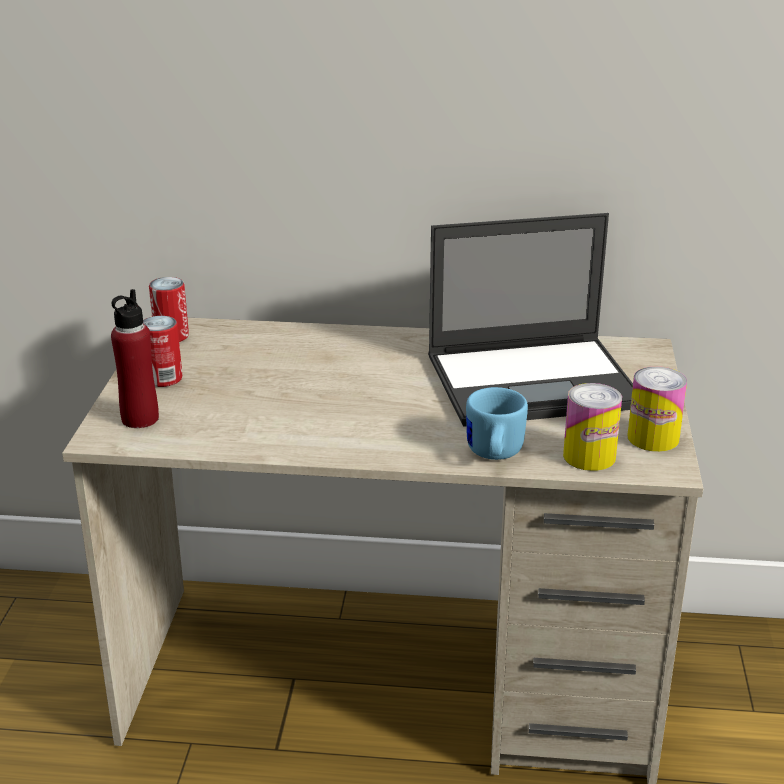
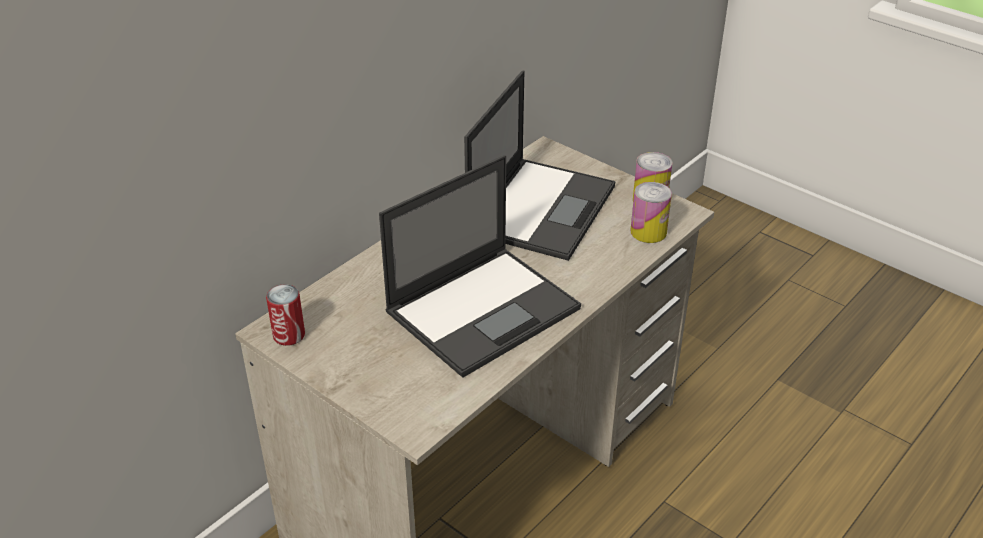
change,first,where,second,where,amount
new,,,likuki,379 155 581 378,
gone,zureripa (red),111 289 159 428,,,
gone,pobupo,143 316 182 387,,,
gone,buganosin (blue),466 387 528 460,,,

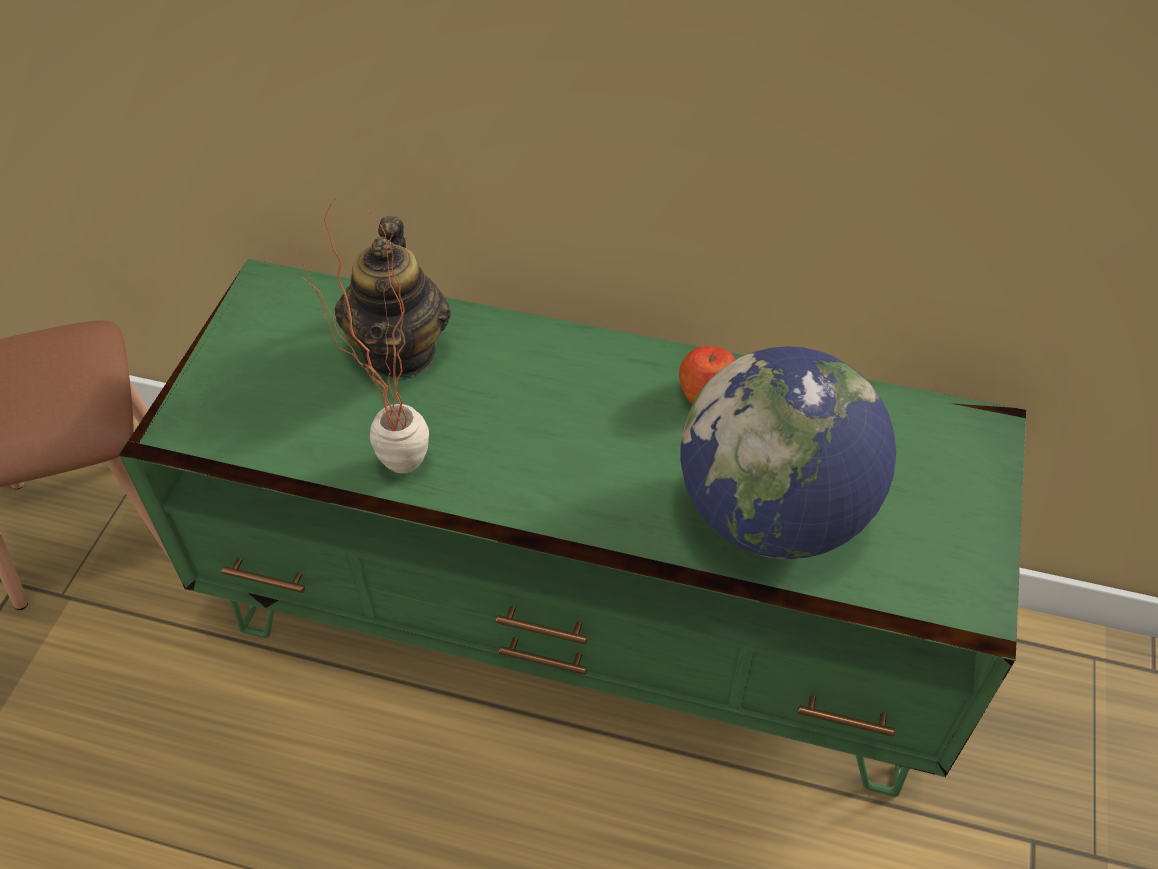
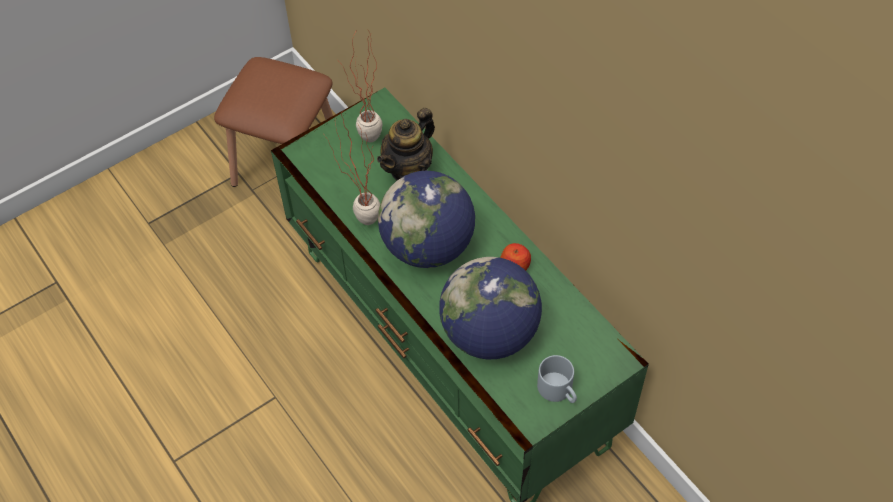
change,first,where,second,where,amount
new,,,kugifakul,342 29 383 142,
new,,,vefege,378 171 475 268,
new,,,buganosin (grey),537 355 577 403,

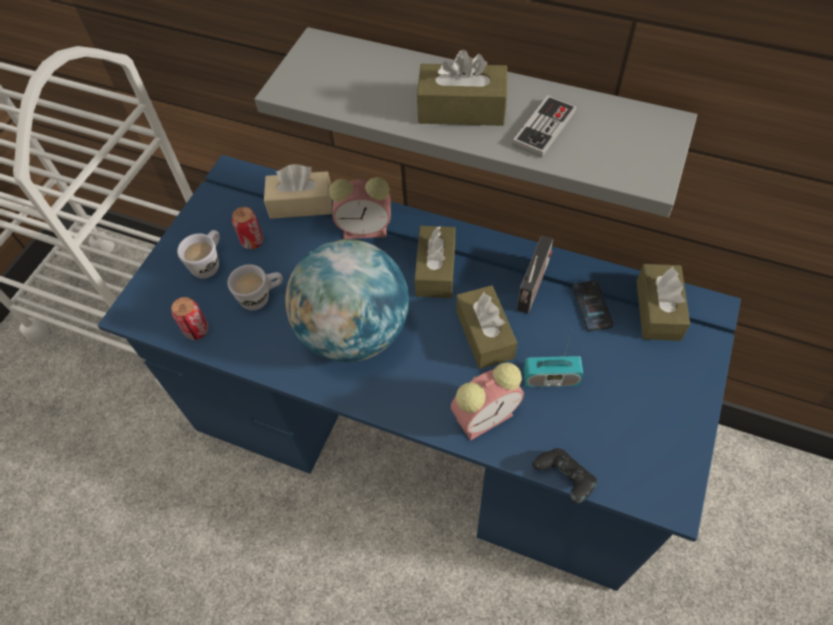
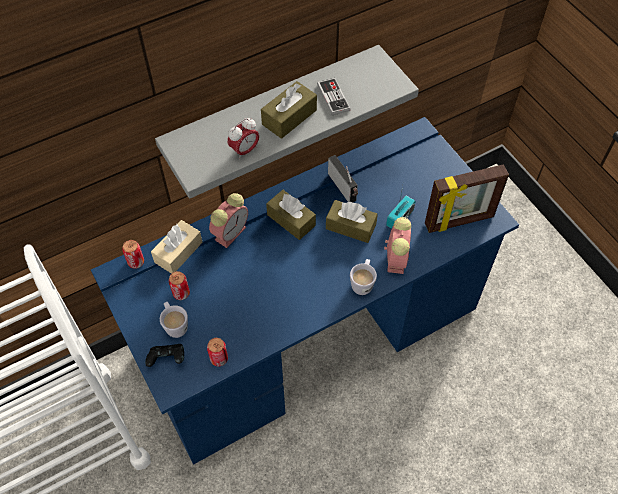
change,first,where,second,where,amount
new,,,pobupo,122 240 144 269,
shifted,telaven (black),532 448 597 504,,145 344 184 367,
new,,,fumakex,227 118 259 160,
shifted,buganosin (white),228 264 283 310,,350 259 377 295,
new,,,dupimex,425 164 509 233,
gone,vefege,285 239 409 362,,,
gone,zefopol,572 281 614 332,,,
gone,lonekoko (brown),636 264 690 341,,,

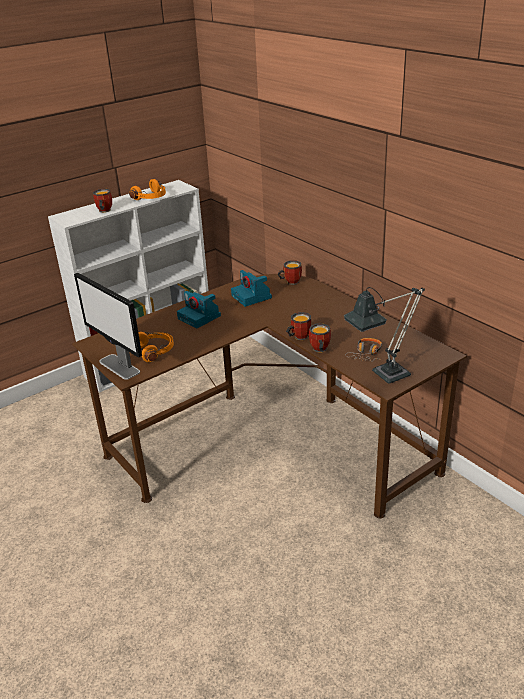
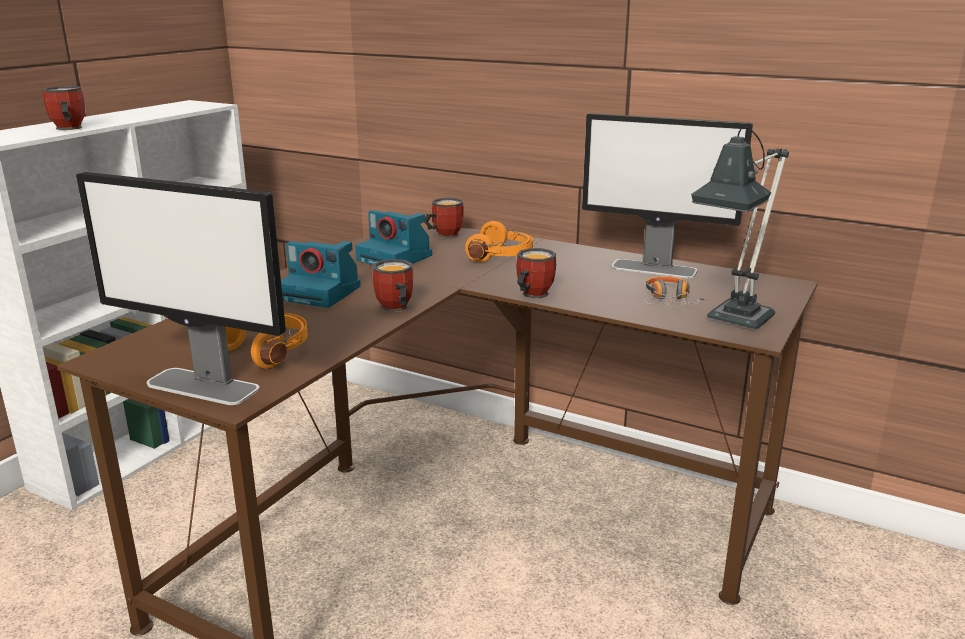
change,first,where,second,where,amount
shifted,buganosin,309 323 331 352,,373 259 413 312,
shifted,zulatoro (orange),129 179 166 200,,465 221 533 262,
new,,,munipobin,582 113 753 278,

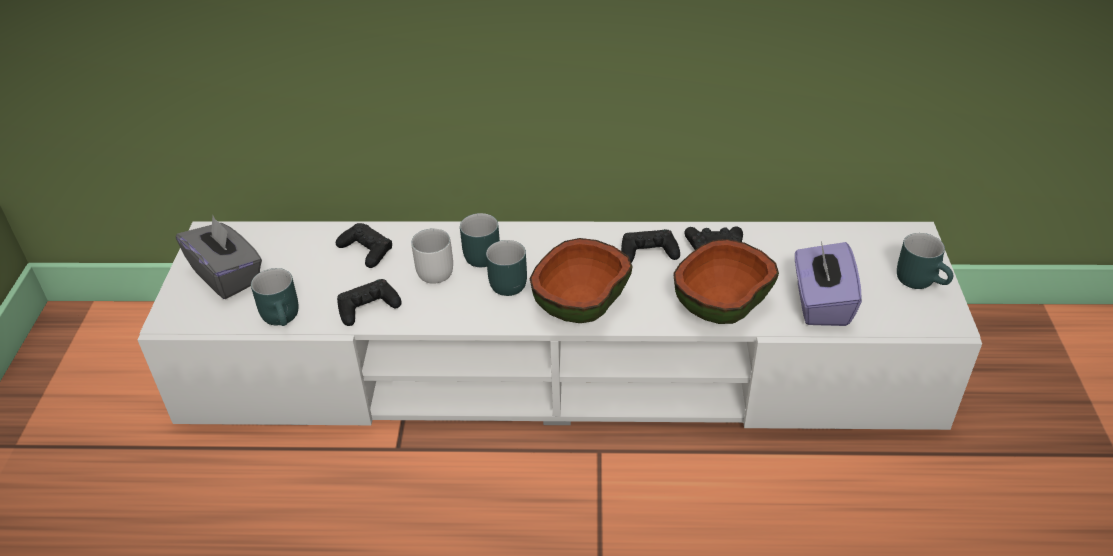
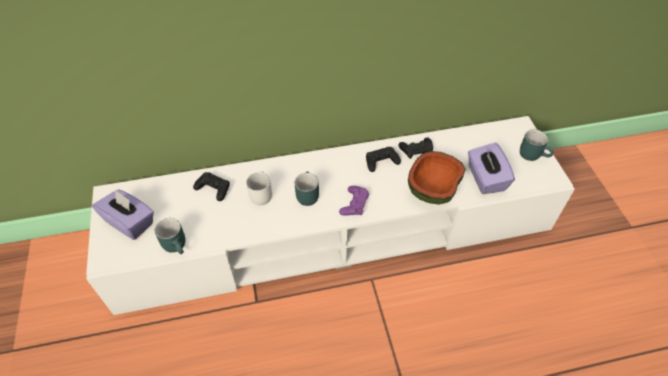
change,first,where,second,where,amount
repainted,lonekoko (grey),176 216 262 299,lonekoko (purple),92 190 154 240,
swapped,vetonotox,529 238 633 323,telaven (purple),339 186 369 216,
gone,telaven (black),337 279 402 326,,,
gone,buganosin (turquoise),460 213 500 267,,,

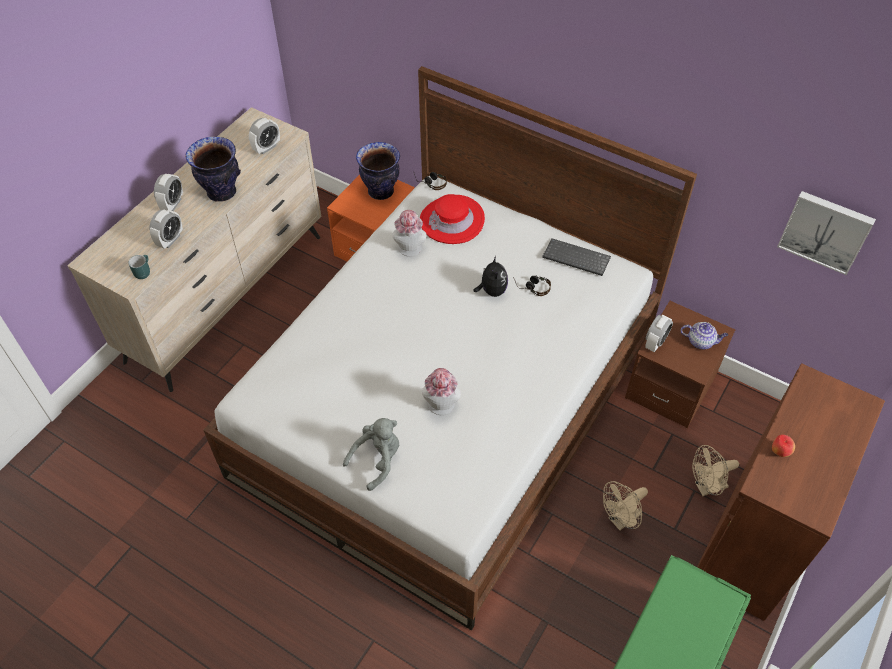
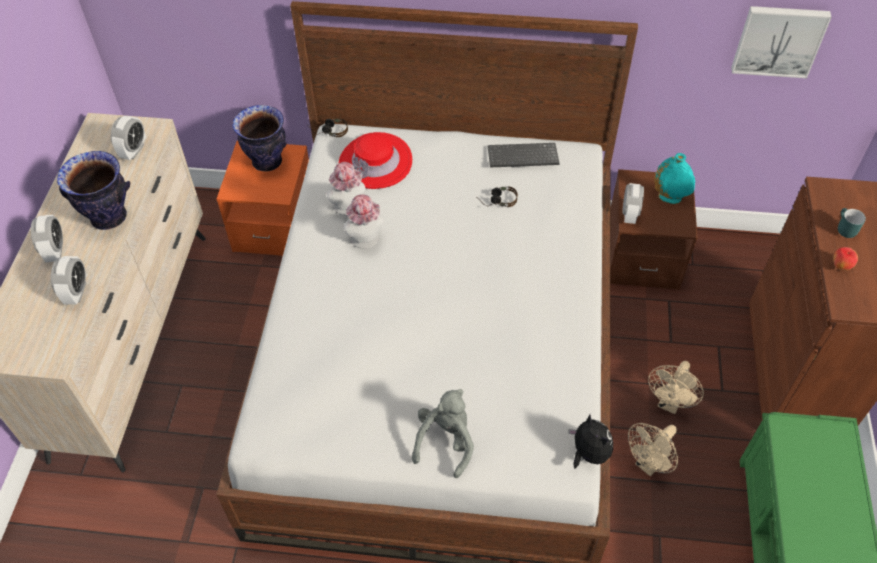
change,first,where,second,where,amount
shifted,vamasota,422 368 461 415,,343 194 383 249,
shifted,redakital,473 256 508 297,,569 414 613 469,
shifted,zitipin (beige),692 445 739 496,,628 423 678 476,
swapped,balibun,680 322 728 349,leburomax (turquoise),655 153 695 204,
shifted,buganosin (turquoise),128 255 150 279,,838 208 866 238,

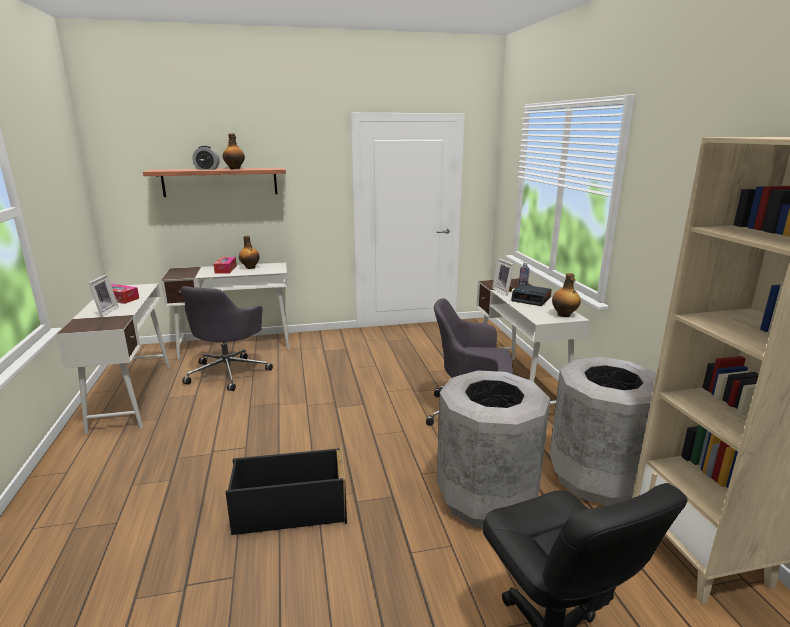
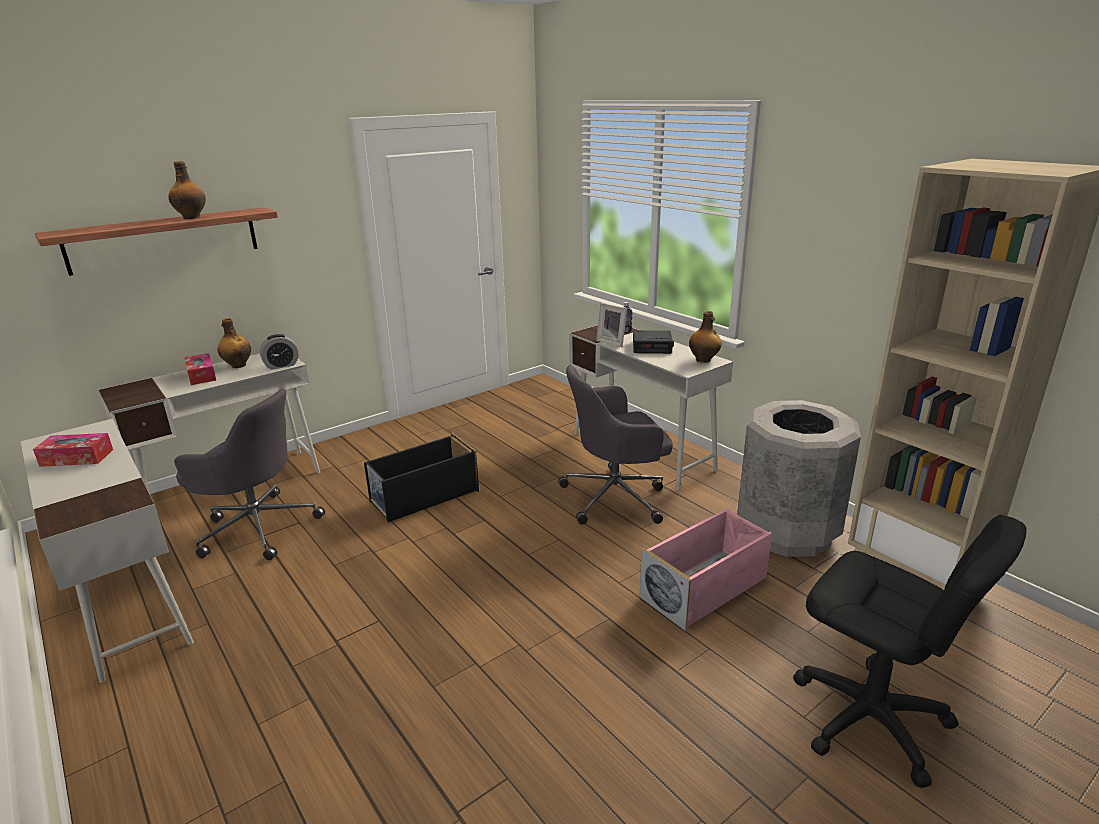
change,first,where,second,where,amount
rotated,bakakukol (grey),181 286 273 391,,174 388 325 560,60 degrees counterclockwise
shifted,fumakex,192 146 219 170,,260 334 299 370,
shifted,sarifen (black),226 445 347 535,,364 433 479 522,
swapped,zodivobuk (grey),437 370 550 528,sarifen (pink),640 508 772 631,
gone,dupimex,88 274 119 317,,,

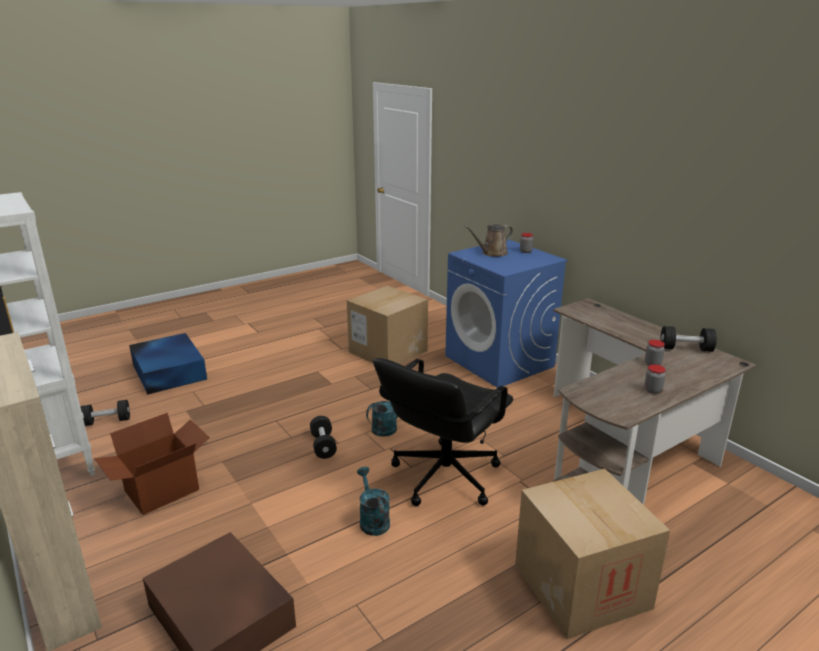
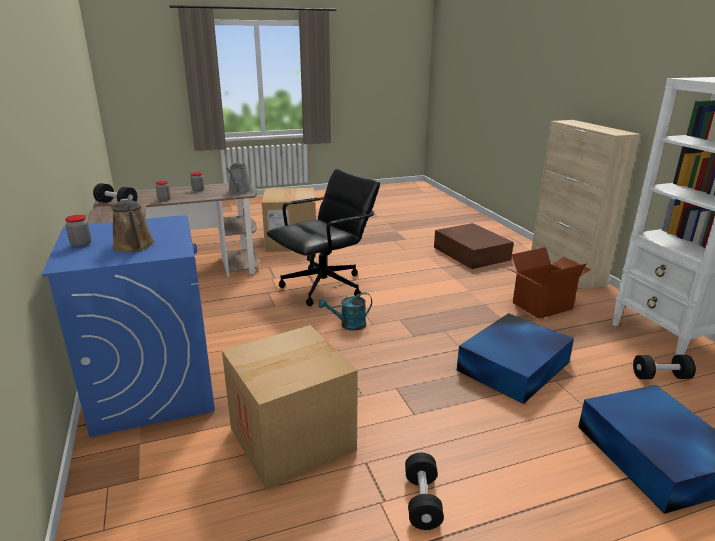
change,first,where,second,where,amount
rotated,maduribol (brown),465 224 513 256,,112 198 155 252,75 degrees clockwise
new,,,maduribol (grey),226 162 252 194,
shifted,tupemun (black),310 416 337 459,,405 453 444 530,
new,,,sarifen (blue),456 313 574 404,
gone,maduribol (turquoise),357 467 390 536,,,

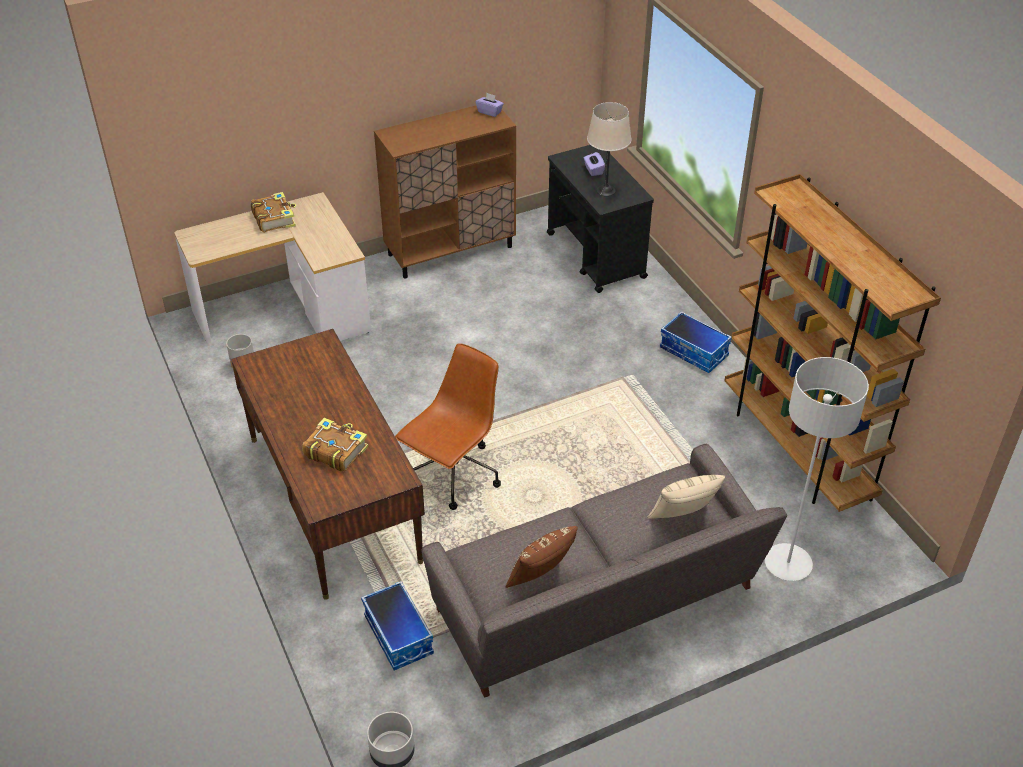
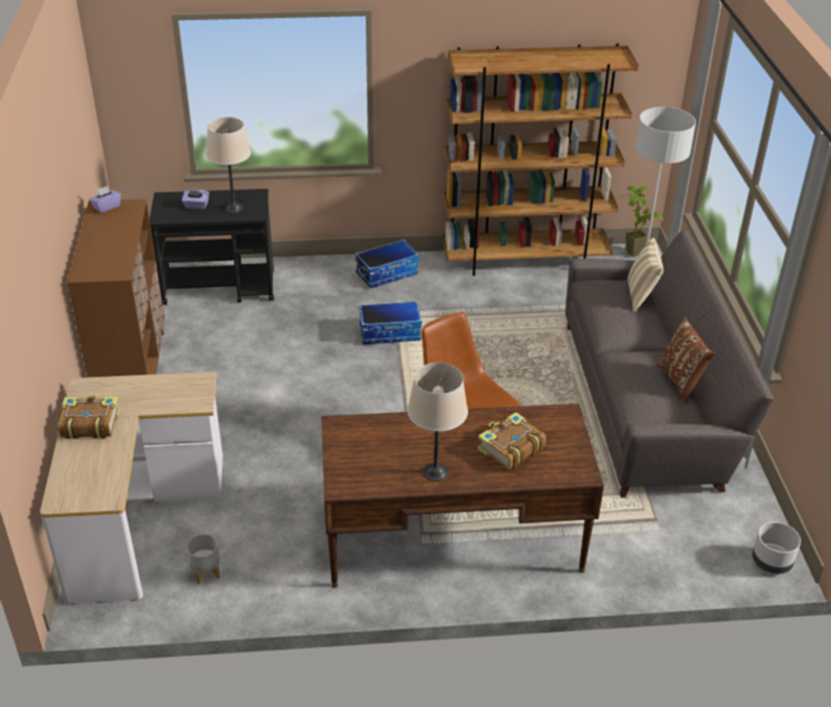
change,first,where,second,where,amount
shifted,sarifen,361 581 434 670,,359 301 422 344,
new,,,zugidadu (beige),407 363 468 481,
new,,,kugifakul,626 186 664 257,

